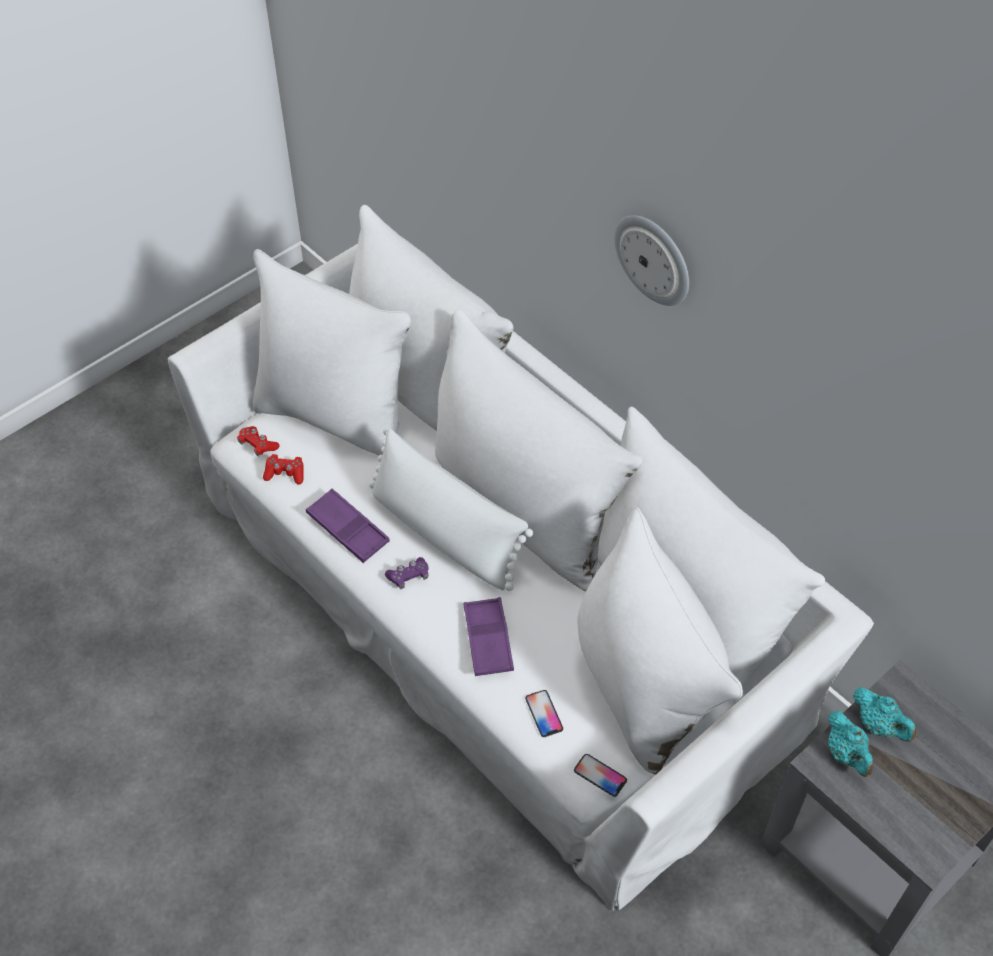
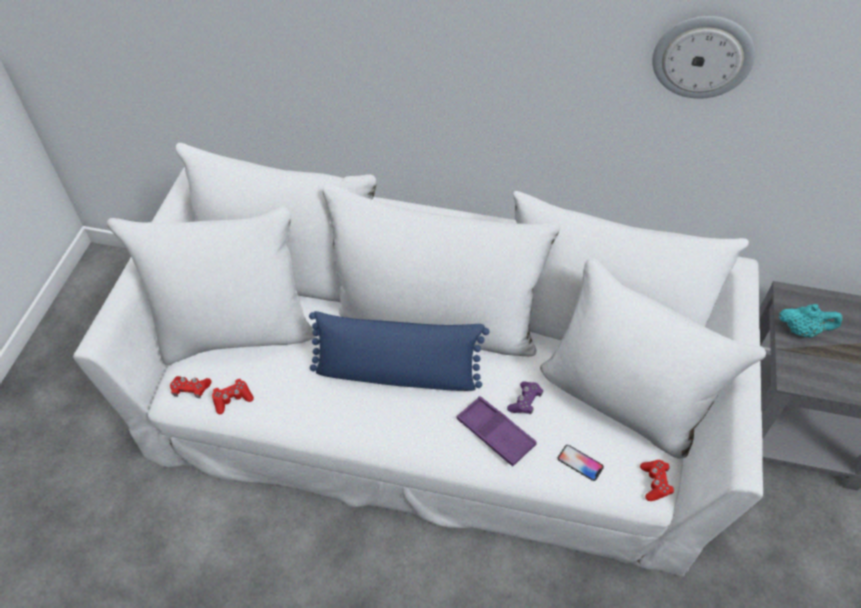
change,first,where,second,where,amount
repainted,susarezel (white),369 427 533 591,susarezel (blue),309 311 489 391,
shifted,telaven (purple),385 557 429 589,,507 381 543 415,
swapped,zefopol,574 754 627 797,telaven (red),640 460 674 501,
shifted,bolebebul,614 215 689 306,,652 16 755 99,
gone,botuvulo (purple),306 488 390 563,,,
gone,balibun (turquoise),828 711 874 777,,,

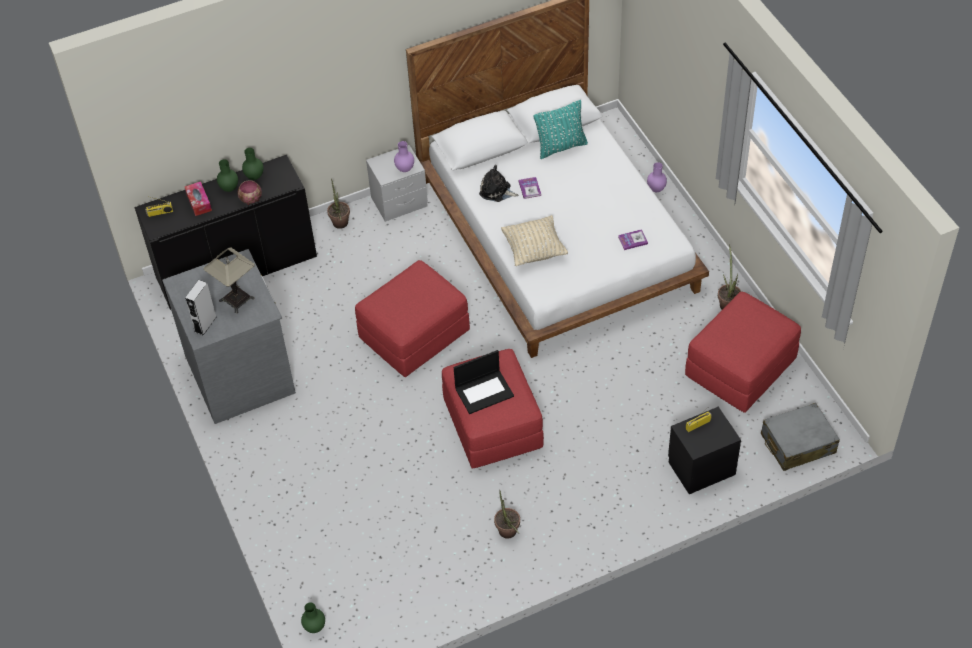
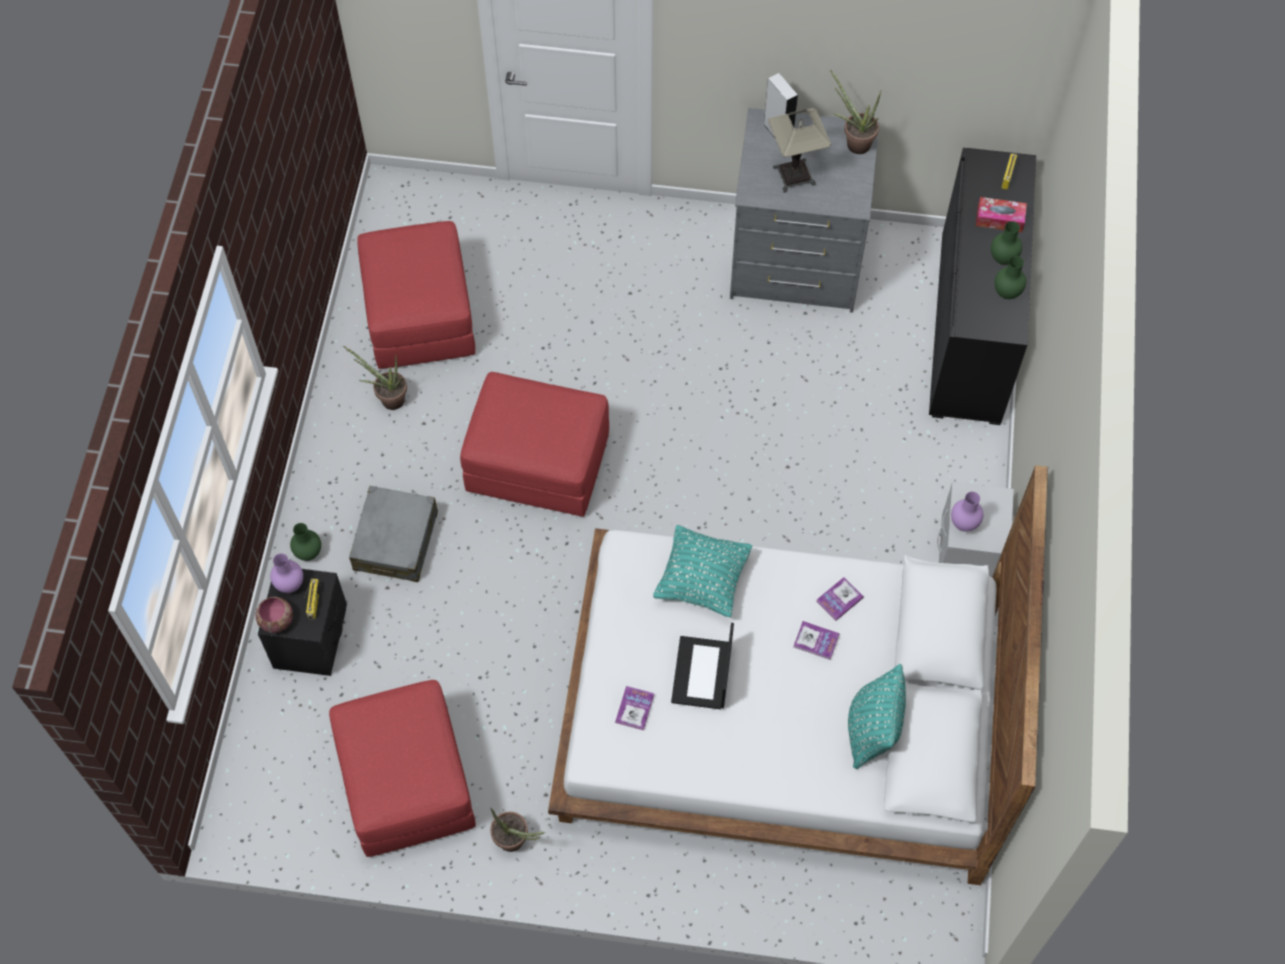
change,first,where,second,where,amount
shifted,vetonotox,237 180 262 205,,255 597 293 633,
shifted,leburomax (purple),647 162 667 192,,270 553 303 593,
shifted,leburomax (green),301 602 325 633,,290 523 321 561,
shifted,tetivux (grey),761 403 840 471,,349 486 438 582,
shifted,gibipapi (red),355 260 470 377,,357 221 476 369,
repainted,susarezel (beige),501 215 568 266,susarezel (turquoise),653 525 752 617,
shifted,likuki,454 350 514 414,,671 623 734 709,
swapped,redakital,479 165 518 202,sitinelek,816 577 864 621,
shifted,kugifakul,327 178 350 229,,830 70 881 154,

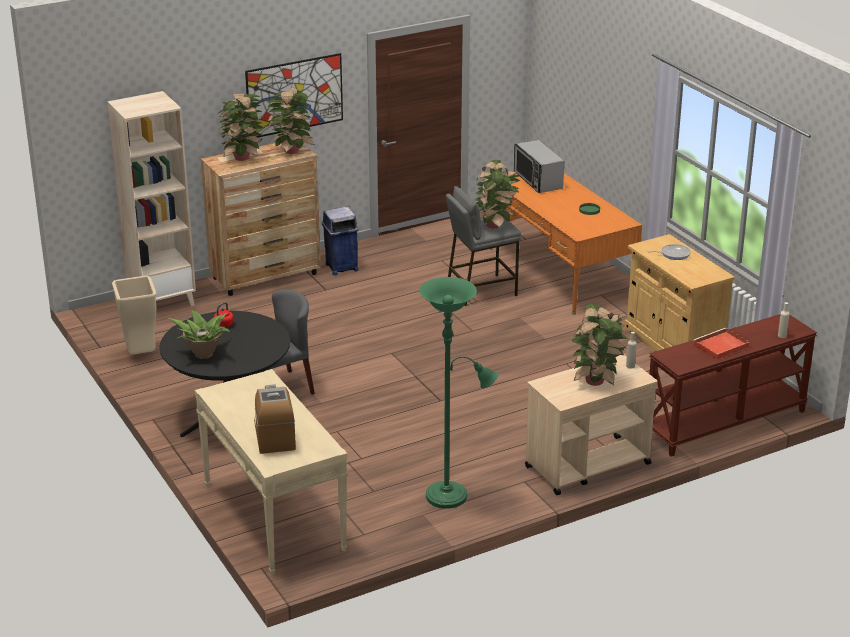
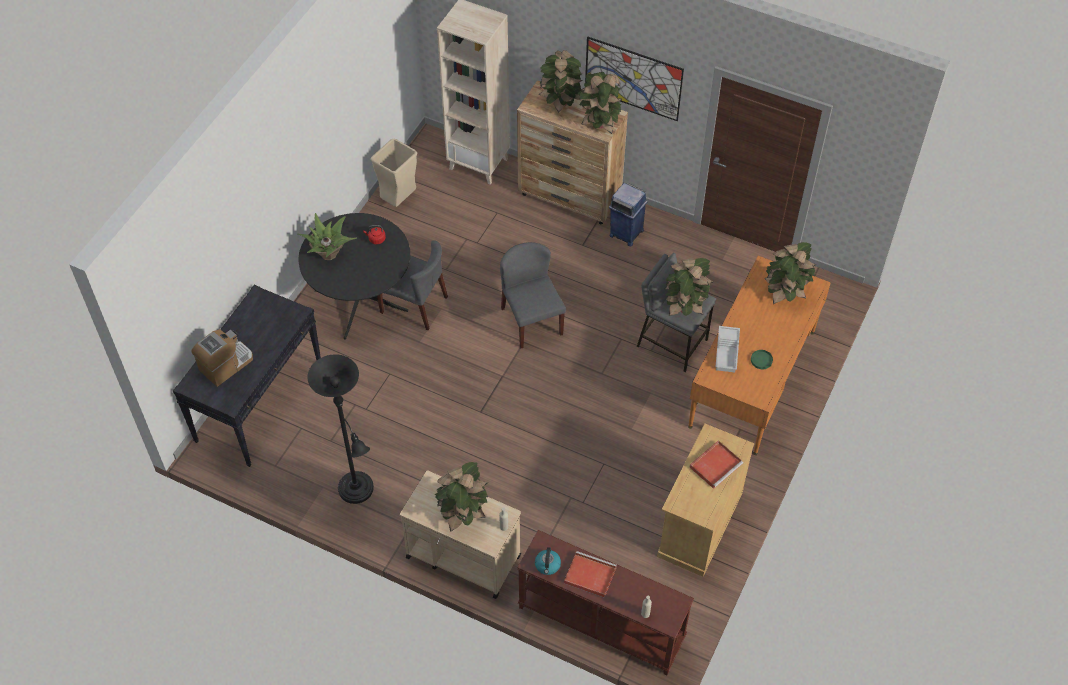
change,first,where,second,where,amount
repainted,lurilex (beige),195 369 348 575,lurilex (black),173 285 321 467,
repainted,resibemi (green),419 277 499 509,resibemi (black),307 354 374 504,
new,,,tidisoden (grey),500 242 566 348,
new,,,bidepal,535 547 561 575,
swapped,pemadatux,648 244 691 260,botuvulo (red),689 441 743 489,
new,,,botuvulo (white),715 326 740 372,
swapped,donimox,514 140 564 193,kugifakul,764 242 817 304,

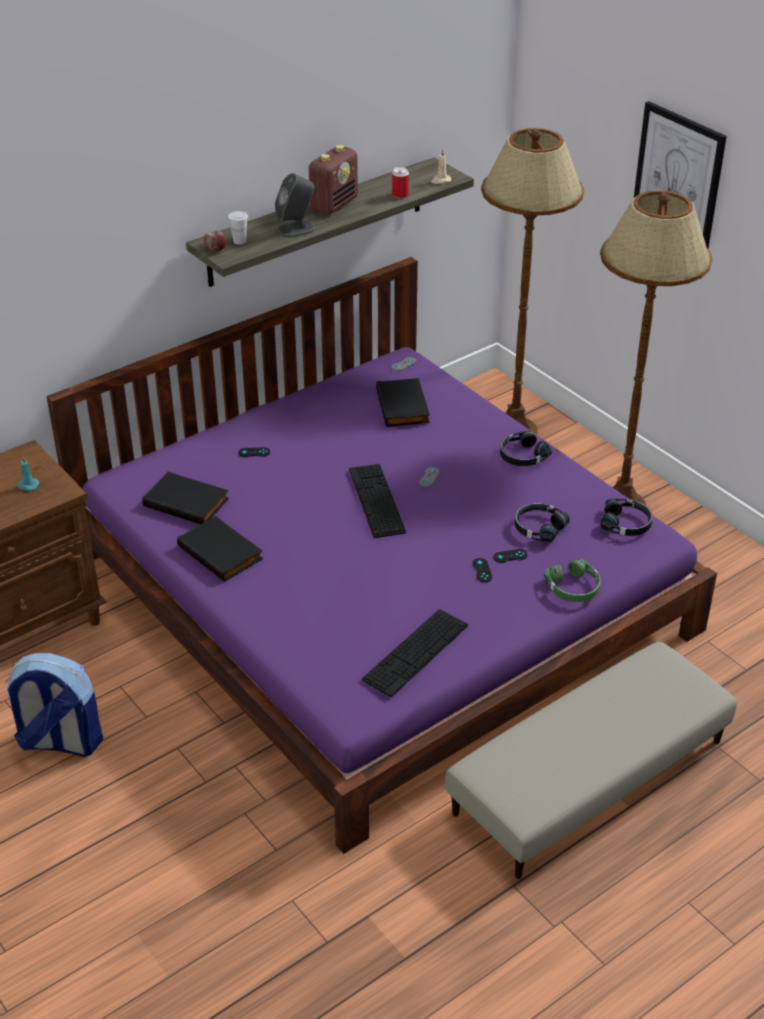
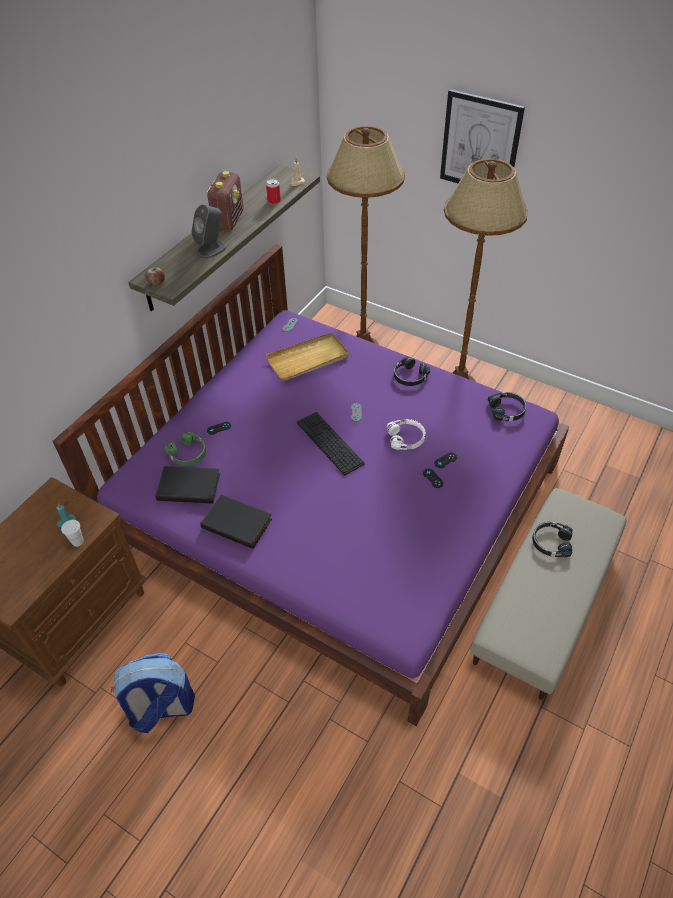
change,first,where,second,where,amount
shifted,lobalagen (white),228 211 248 245,,61 520 84 547,
shifted,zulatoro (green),545 559 601 602,,165 432 206 466,
swapped,sitinelek (black),376 378 430 427,botuvulo (beige),266 332 349 381,
new,,,zulatoro (white),387 419 426 450,
shifted,zulatoro (black),515 503 570 542,,532 522 573 558,
gone,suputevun,362 609 468 697,,,

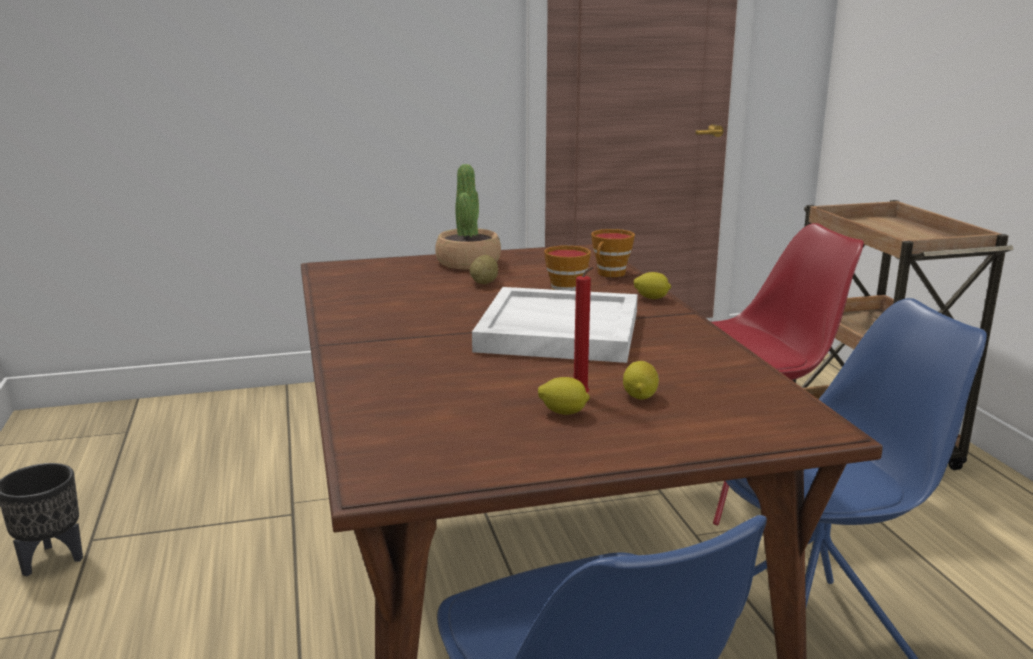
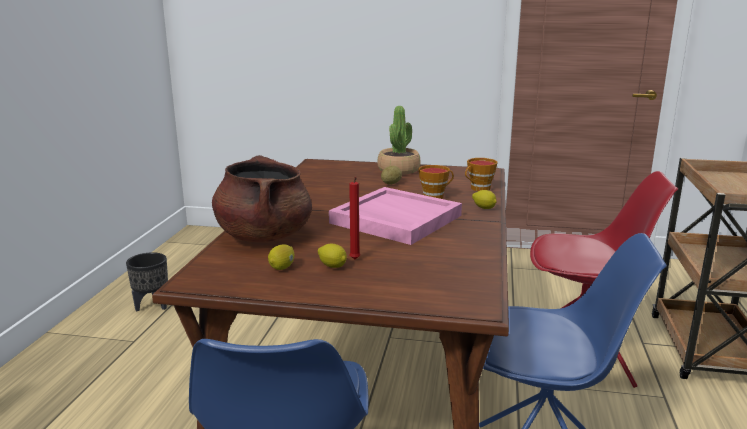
change,first,where,second,where,amount
new,,,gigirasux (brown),212 155 312 243,
shifted,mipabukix,623 361 659 400,,268 244 294 270,
repainted,botuvulo (white),472 287 638 363,botuvulo (pink),329 187 462 245,

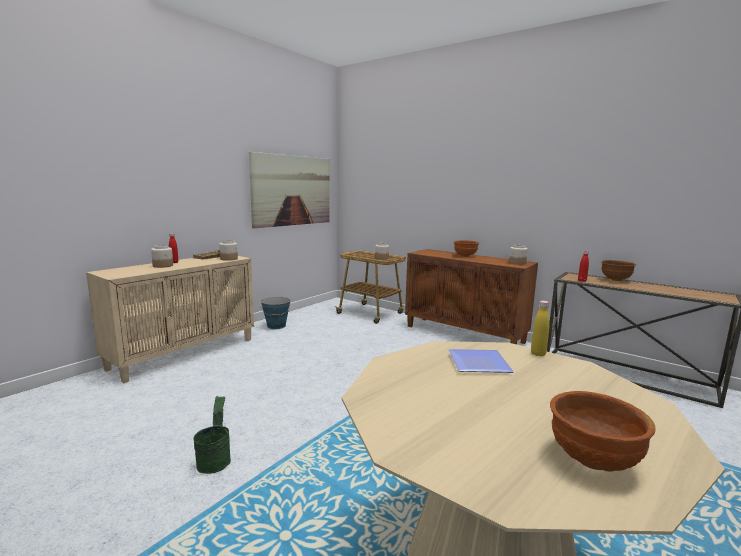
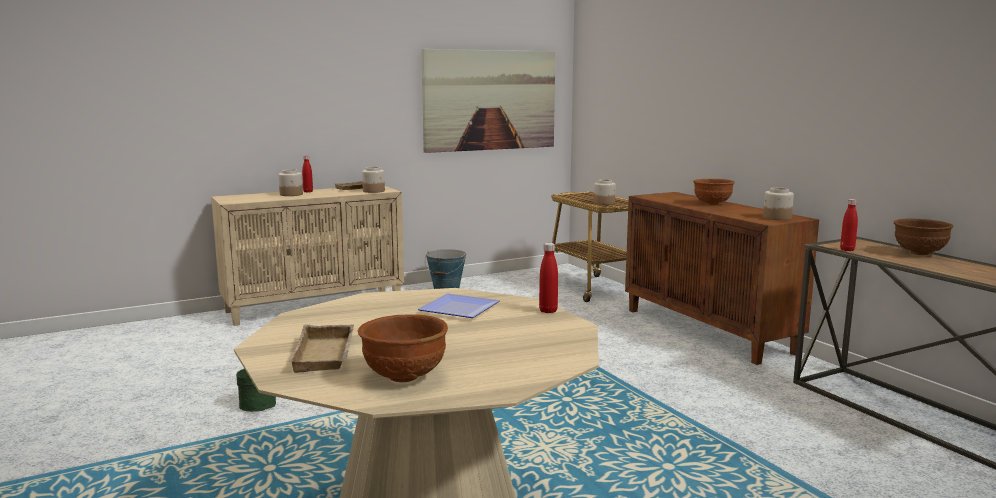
change,first,where,second,where,amount
new,,,botuvulo (beige),289 324 354 373,
repainted,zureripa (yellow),531 301 550 357,zureripa (red),539 243 558 313,

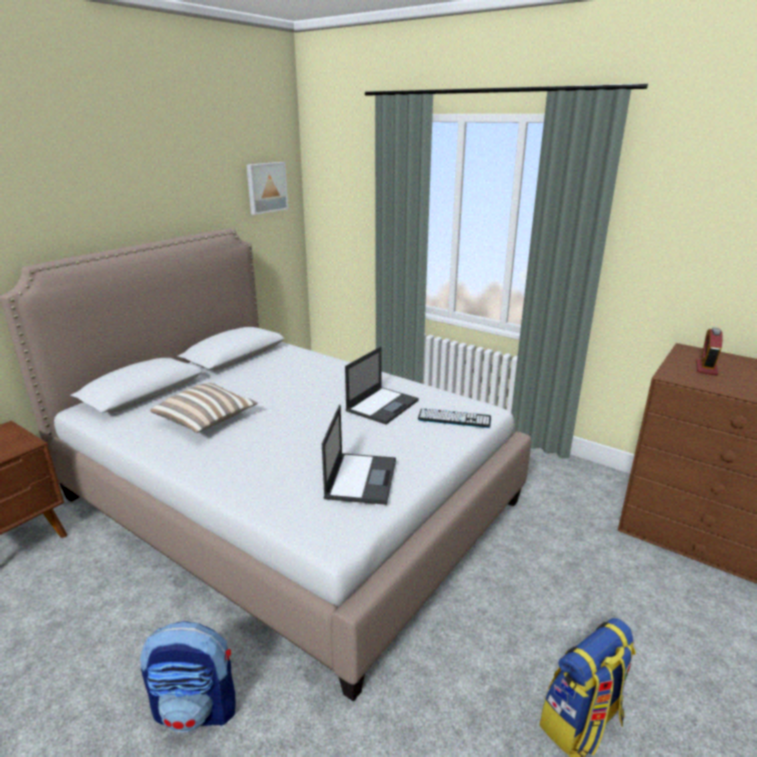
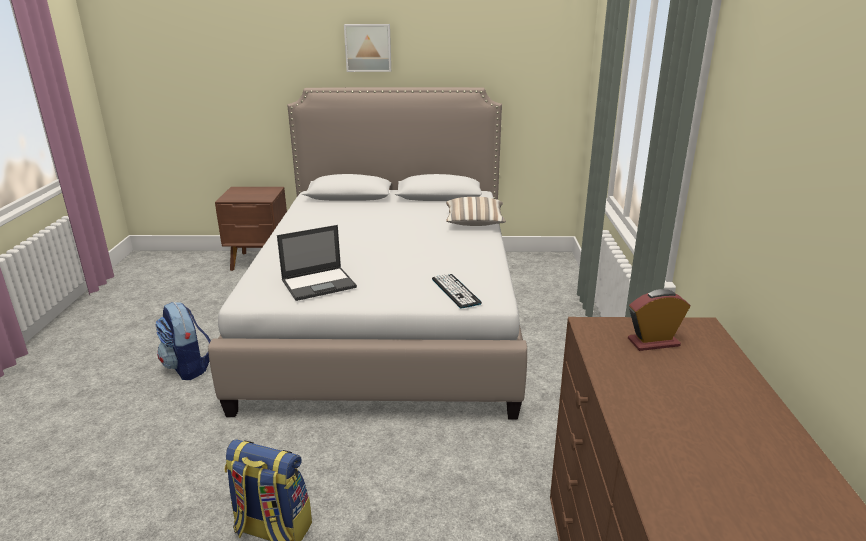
change,first,where,second,where,amount
shifted,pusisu,247 162 288 215,,344 24 391 72,
shifted,susarezel,150 383 257 433,,446 197 506 226,
gone,likuki,345 347 419 425,,,

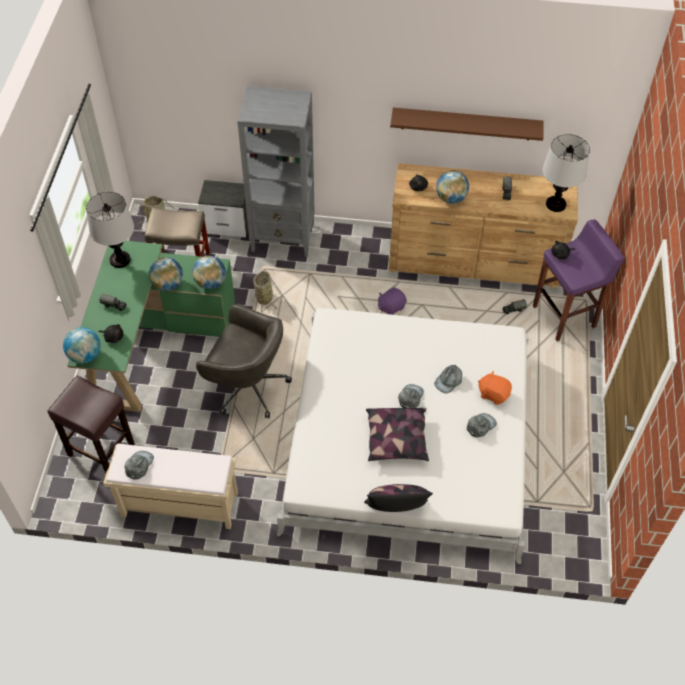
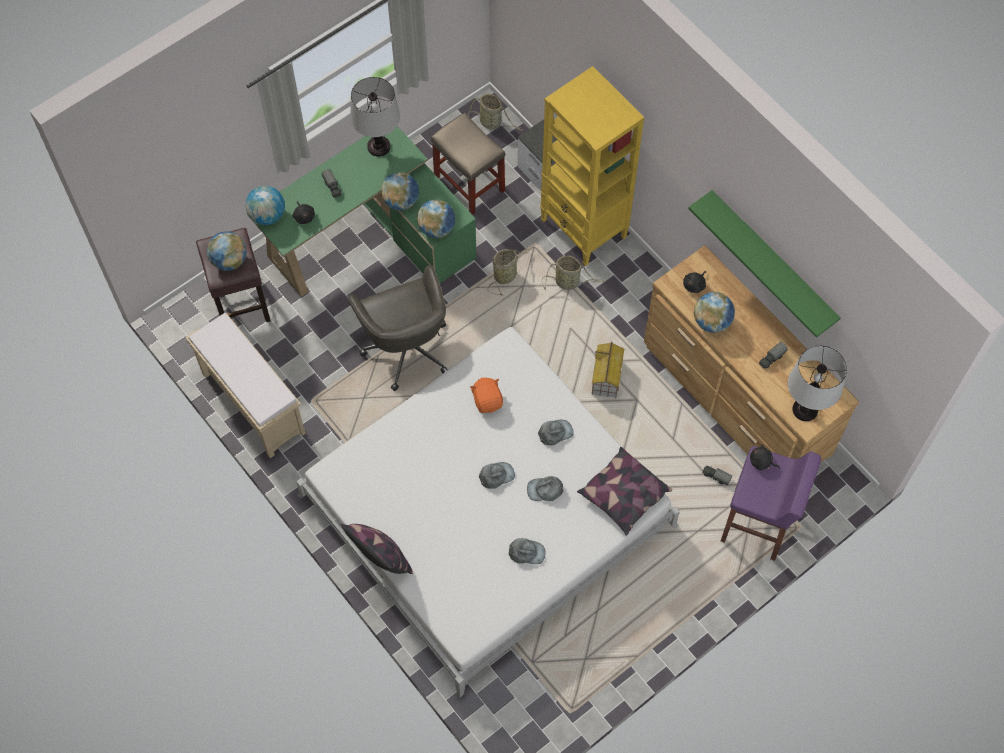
change,first,where,second,where,amount
new,,,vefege,207 231 247 271,
shifted,redakital (orange),478 371 512 405,,470 377 503 413,
shifted,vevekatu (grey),124 451 154 480,,538 420 574 445,
repainted,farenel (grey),237 86 314 257,farenel (yellow),540 66 644 266,
new,,,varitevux,542 255 604 291,
shifted,susarezel,366 408 429 461,,577 447 672 536,
swapped,redakital (purple),378 287 407 315,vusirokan,592 342 624 398,
repainted,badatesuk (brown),390 107 544 141,badatesuk (green),688 190 841 338,

